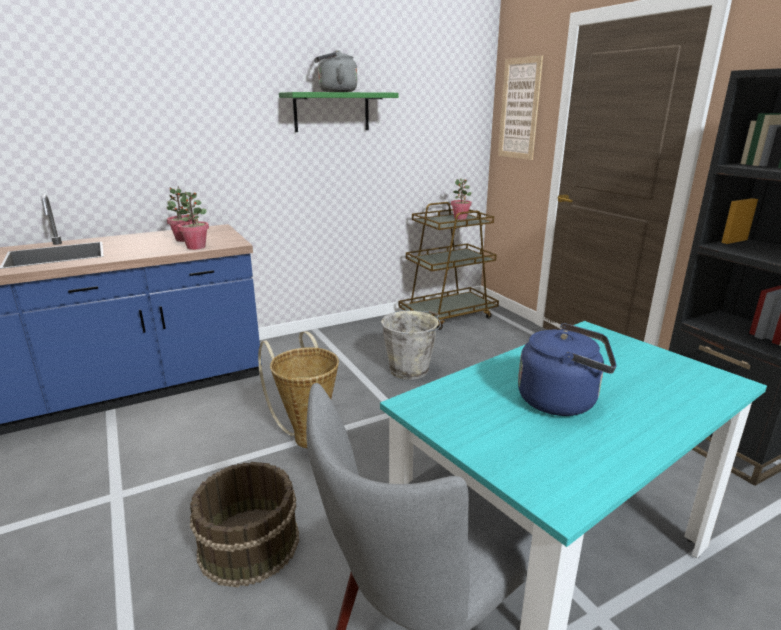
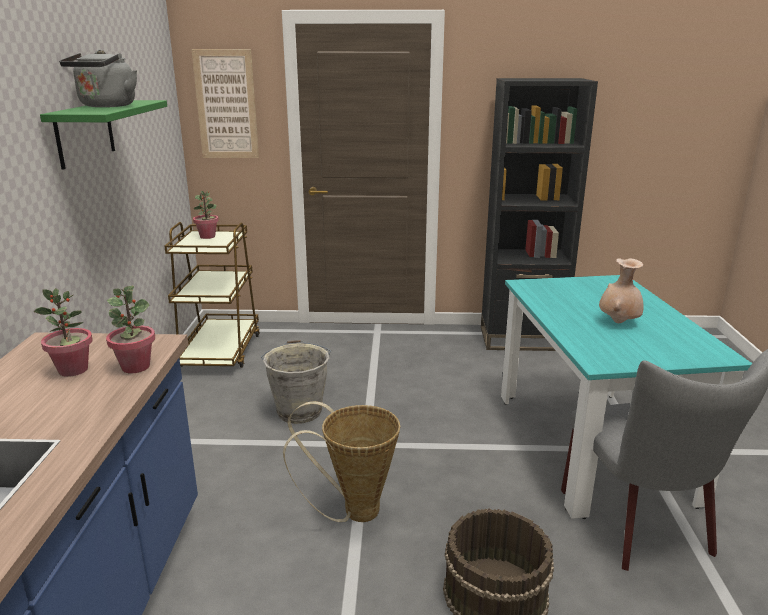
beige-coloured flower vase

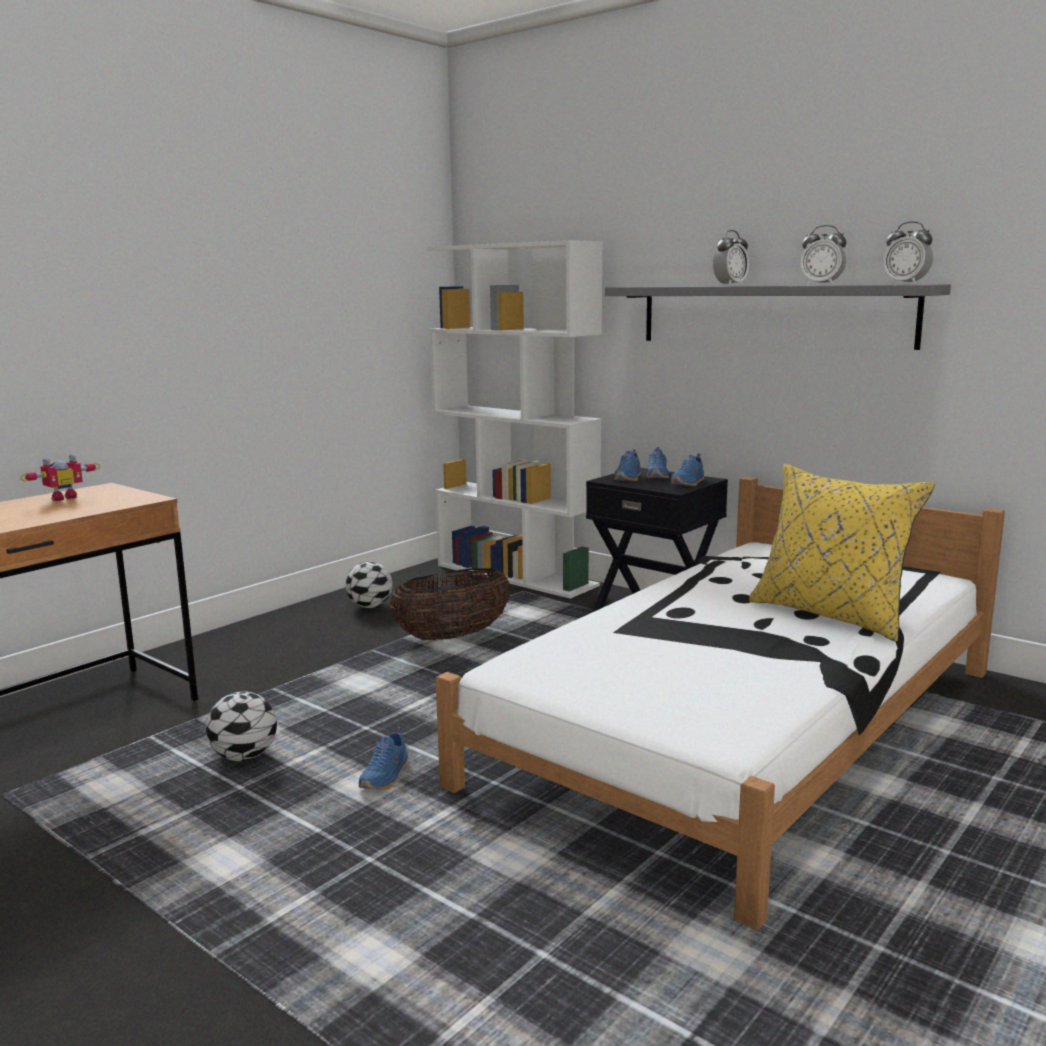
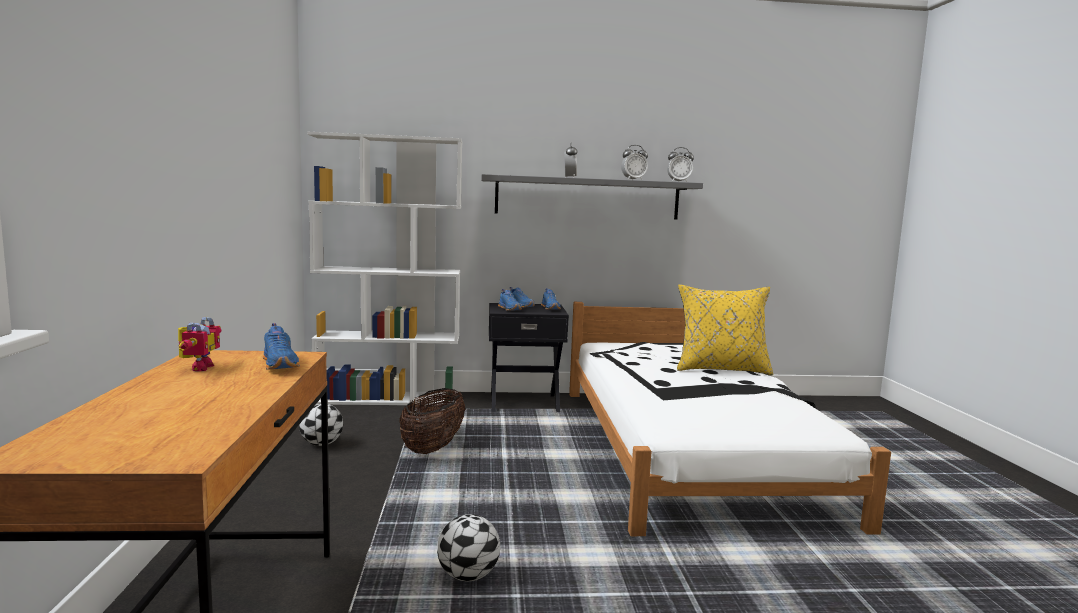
blue item of footwear (1st from left)

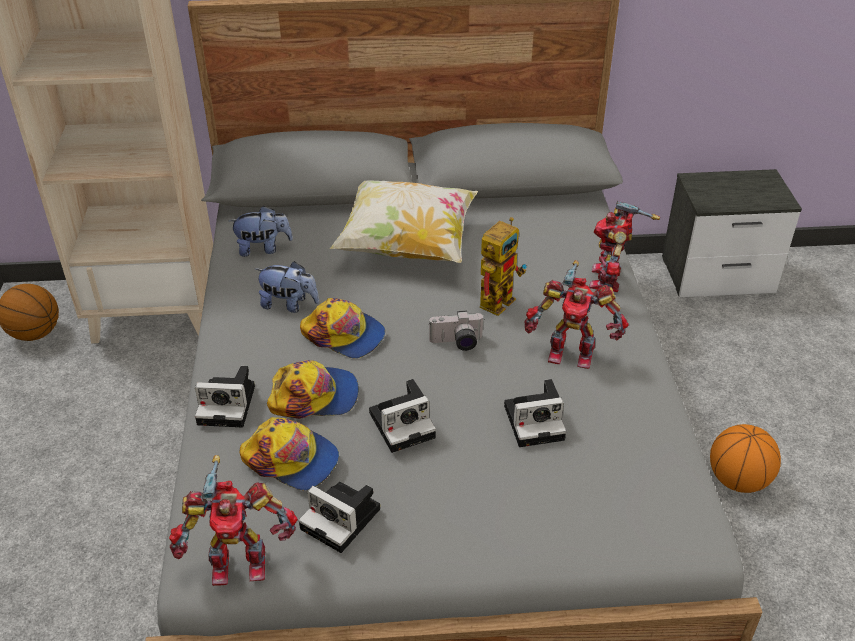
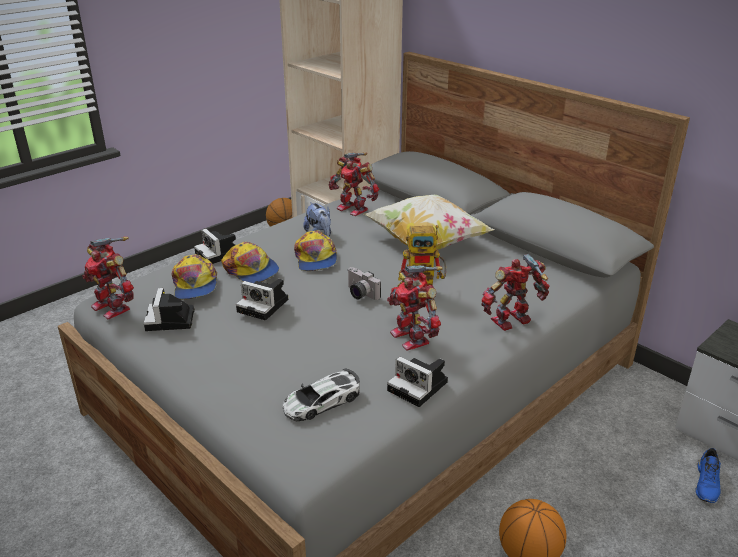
model robot (2nd from left); still camera (5th from left); model car; blue item of footwear

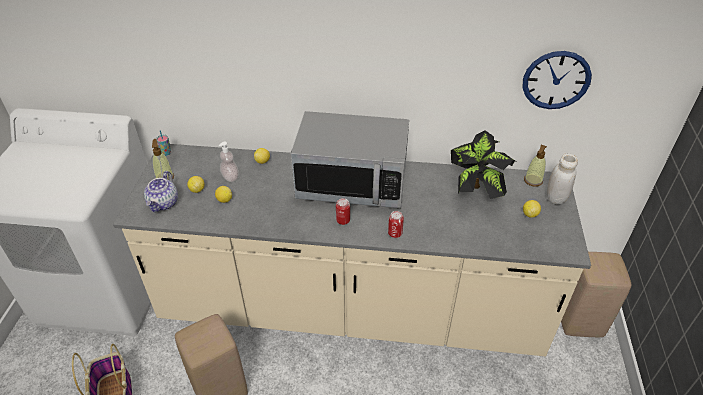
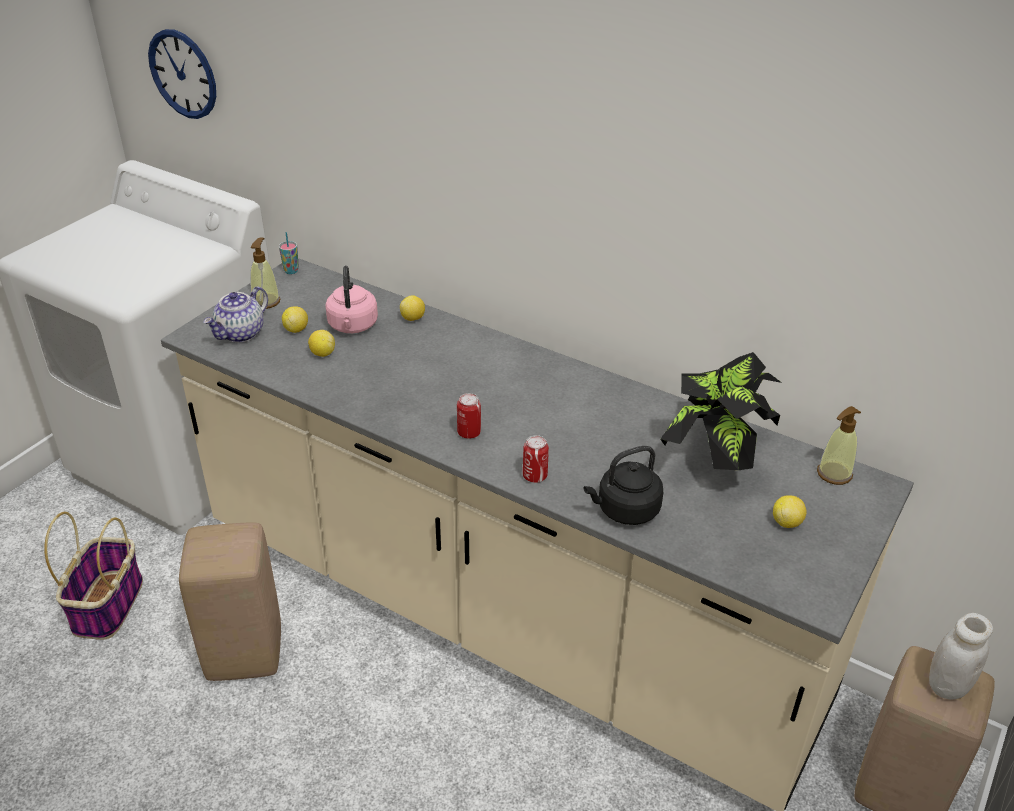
pinkish kettle; microwave oven; hanging clock; white-coloured preserve jar; blackish kettle

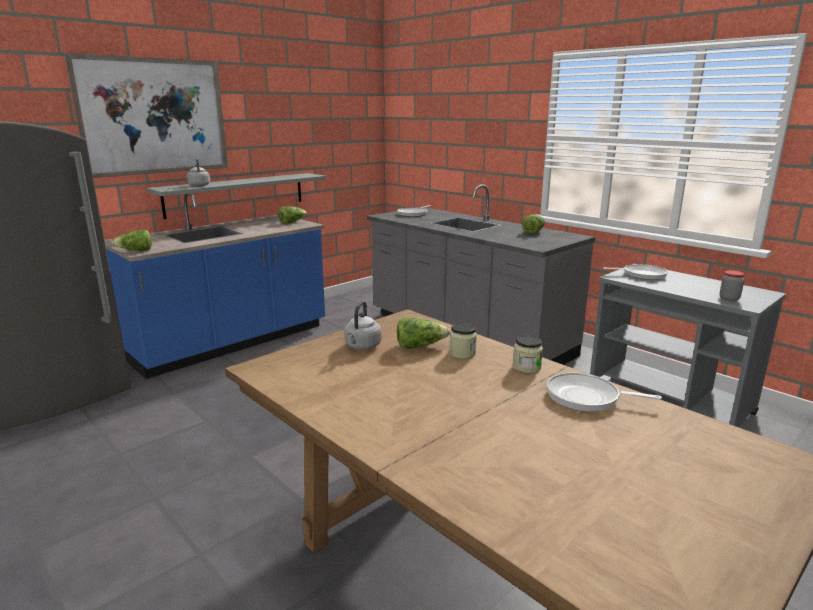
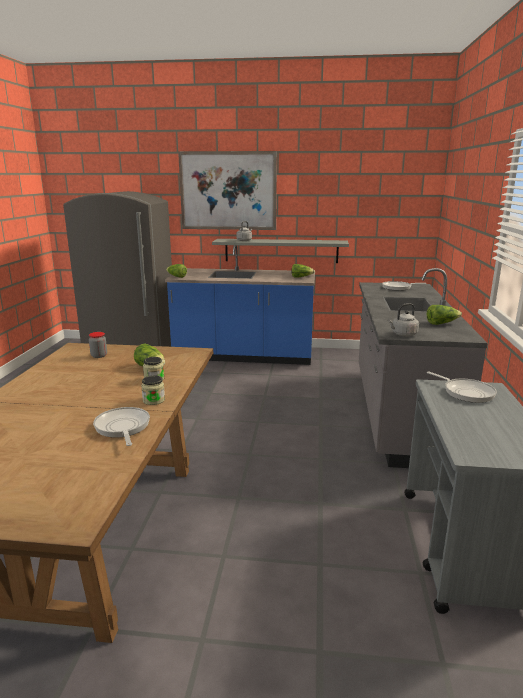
greyish kettle (2nd from left); preserve jar (1st from left)

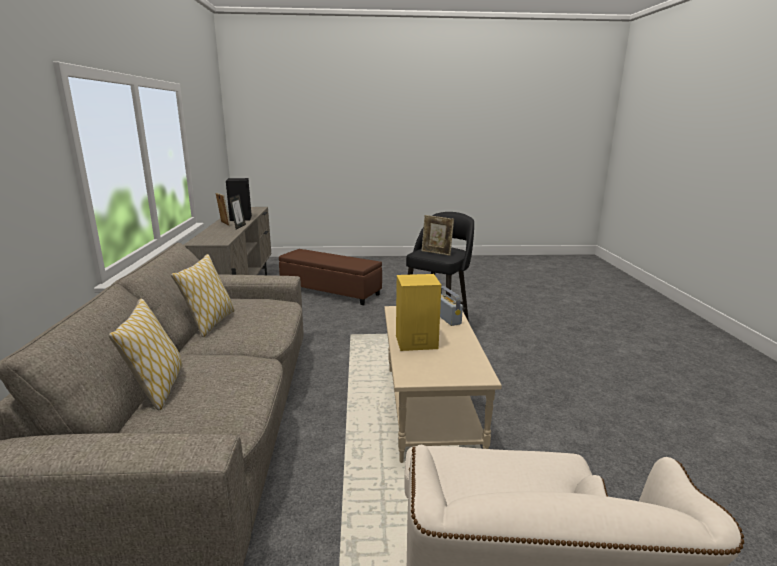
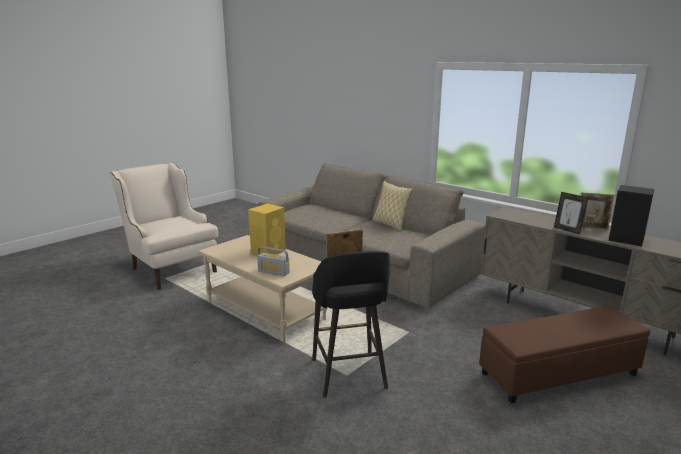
cushion (1st from left in the first image)

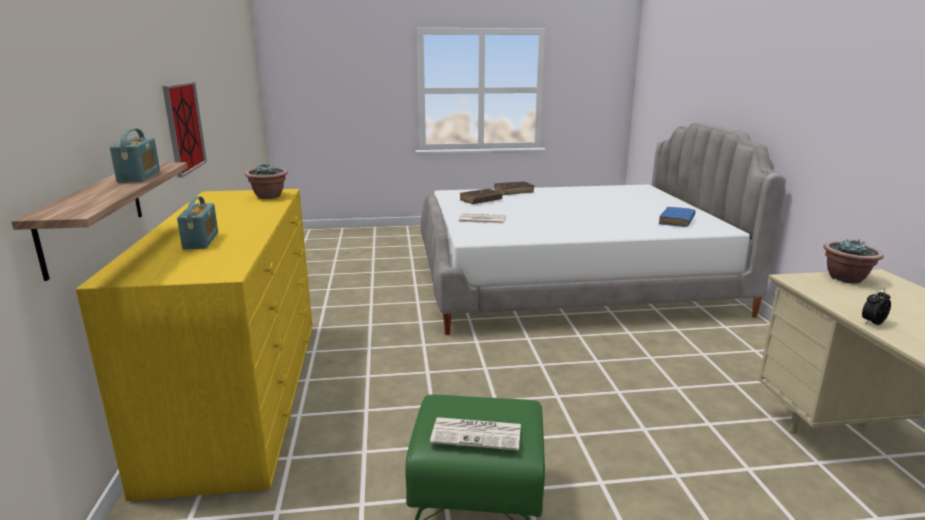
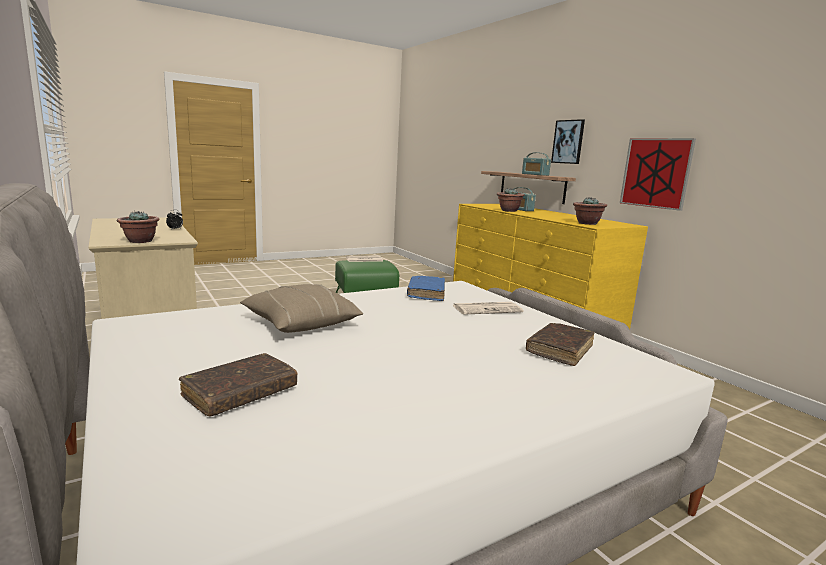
brown-coloured volume (1st from left); blue volume; beige-coloured cushion; houseplant (2nd from left); wall picture (1st from left)

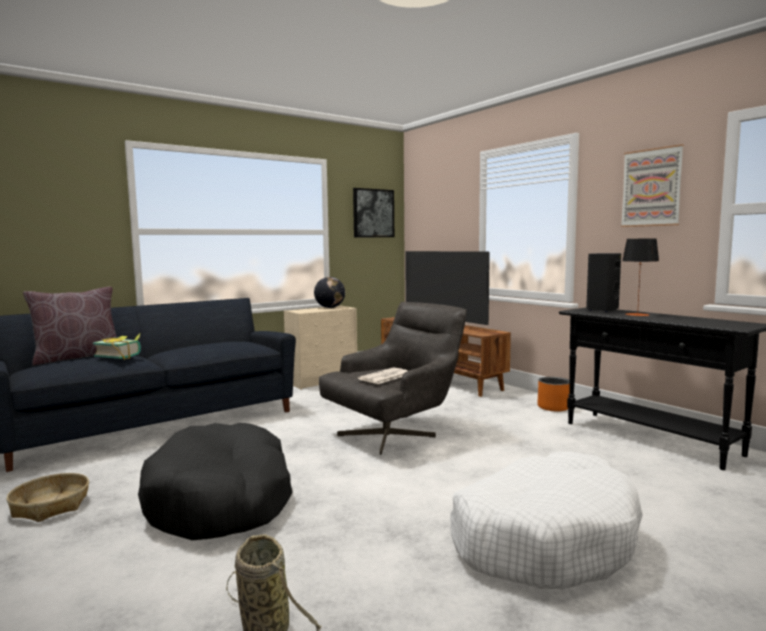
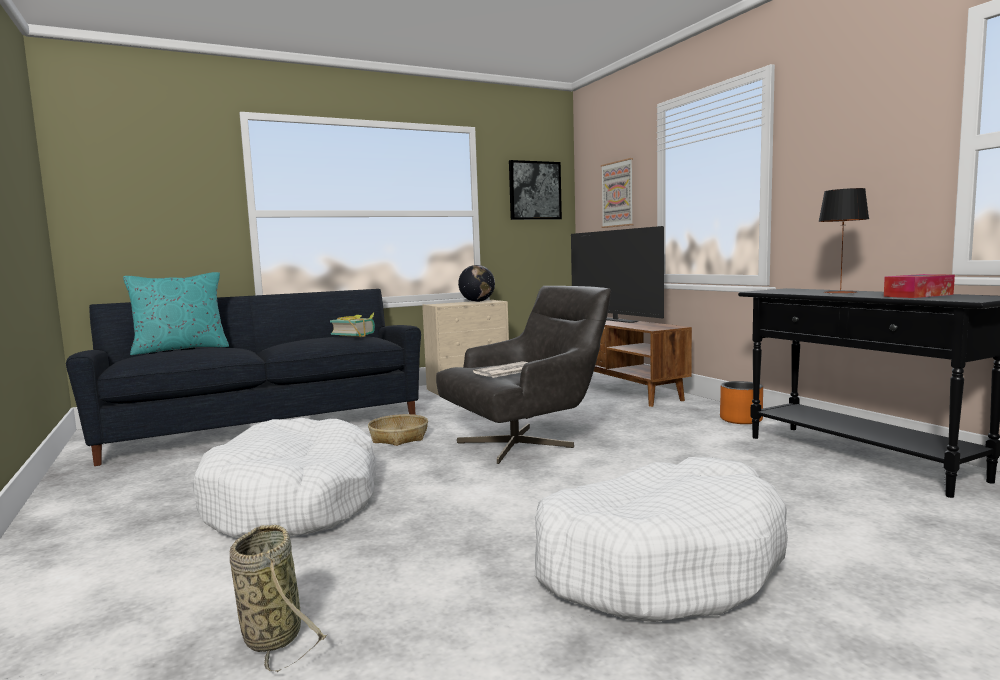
household basket (2nd from left); turquoise-coloured cushion; volume; white-coloured dog cushion (1st from left); blackish audio speaker; wall picture (2nd from left); tissue holder

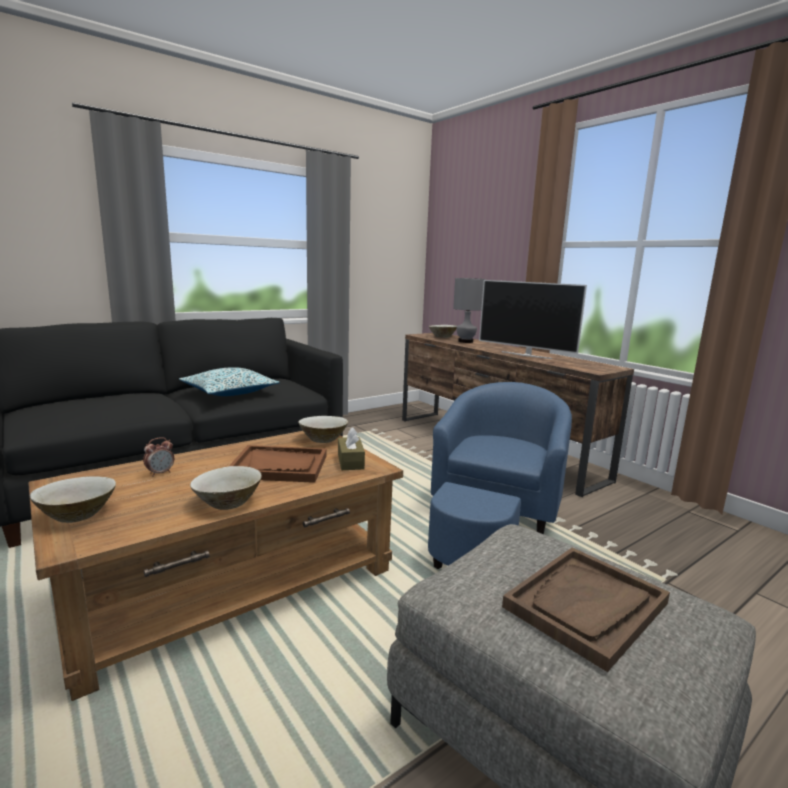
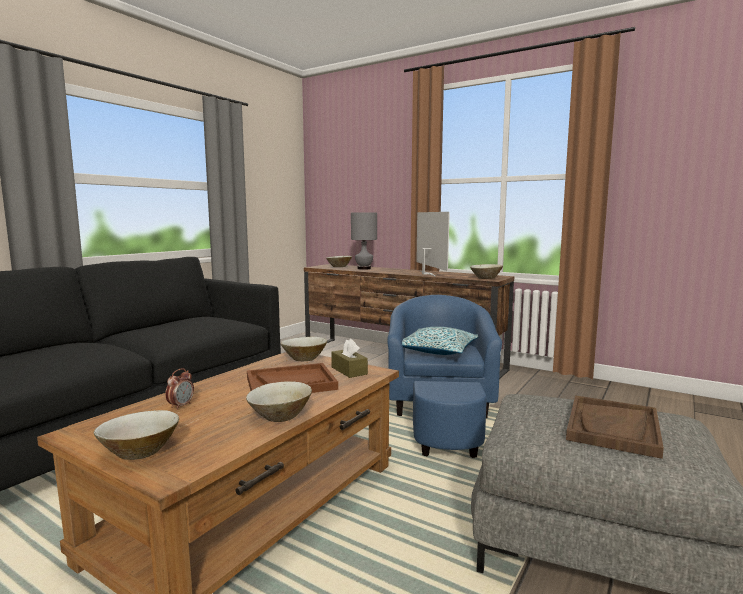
cushion; TV; beige-coloured bowl (5th from left)

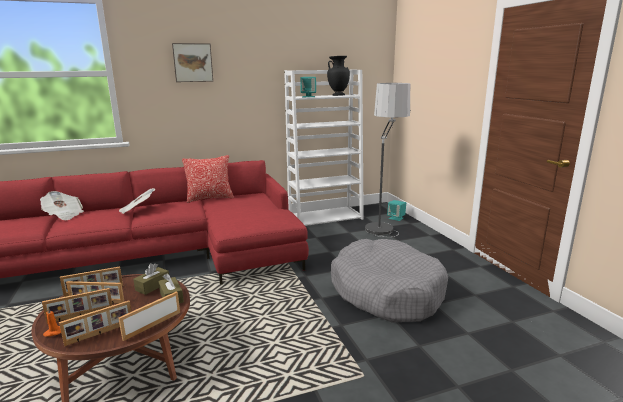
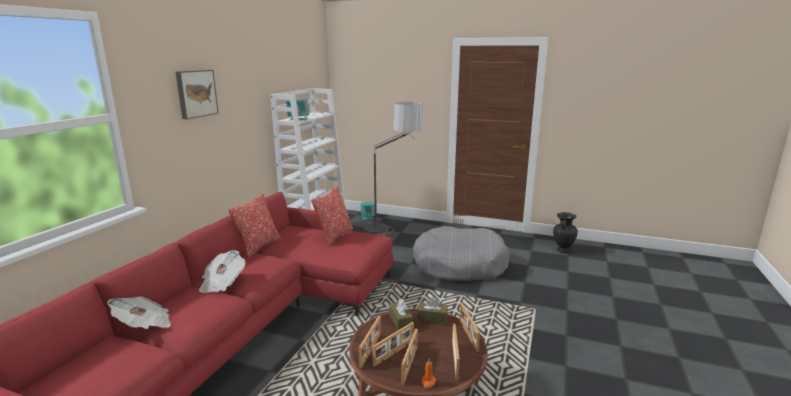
blackish flower vase; cushion (2nd from left)

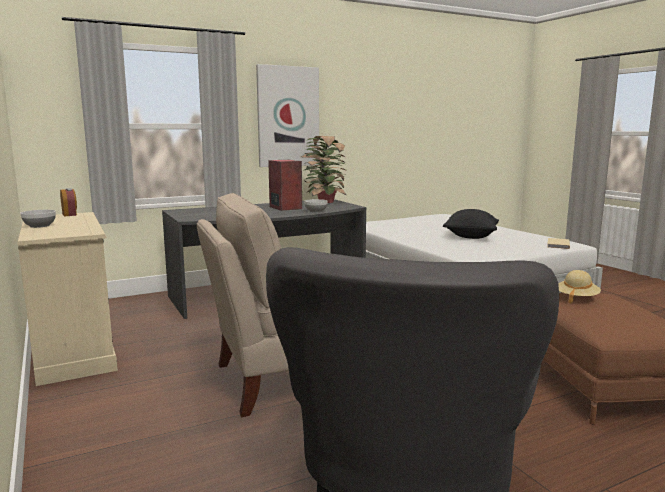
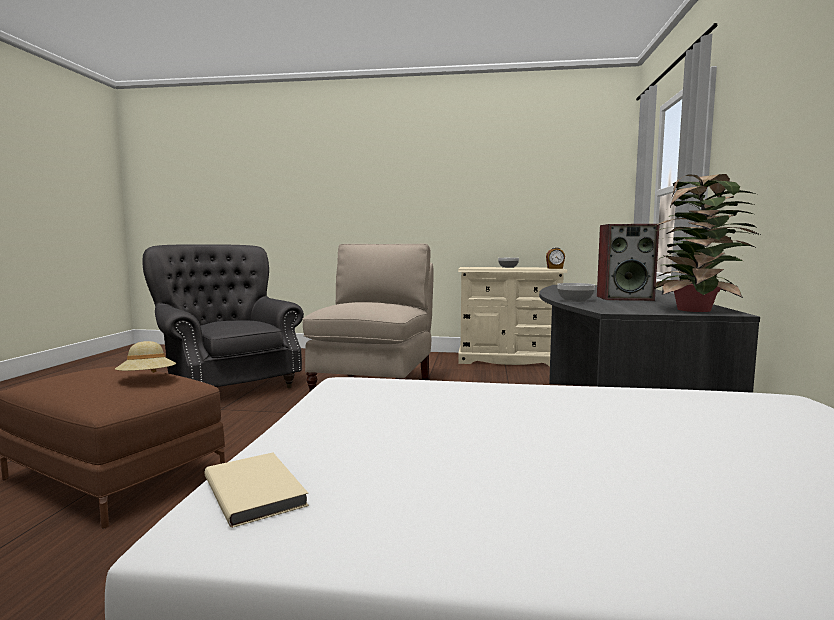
wall picture; blackish cushion

